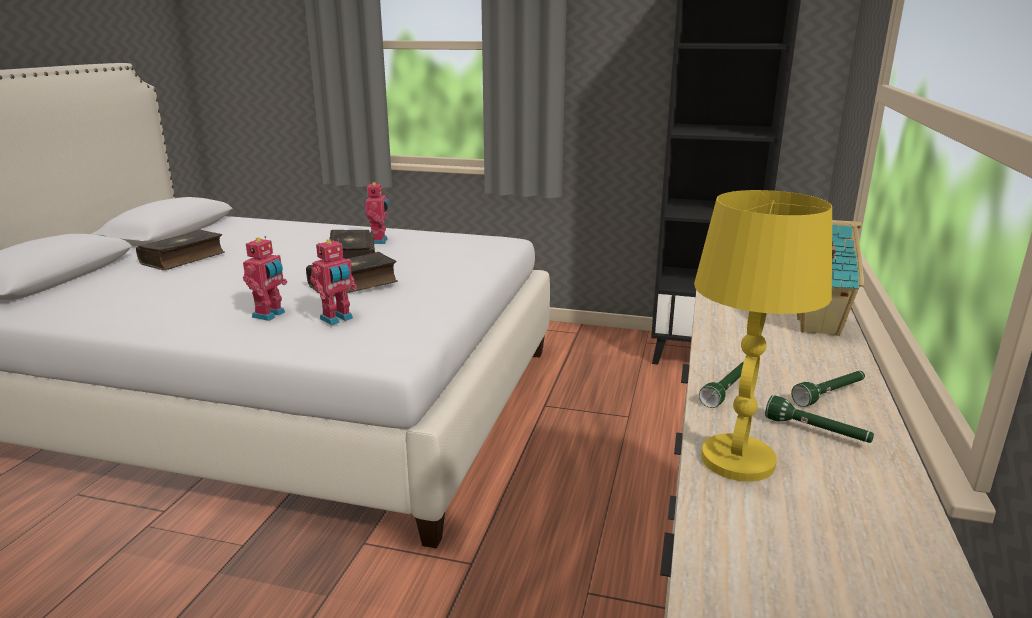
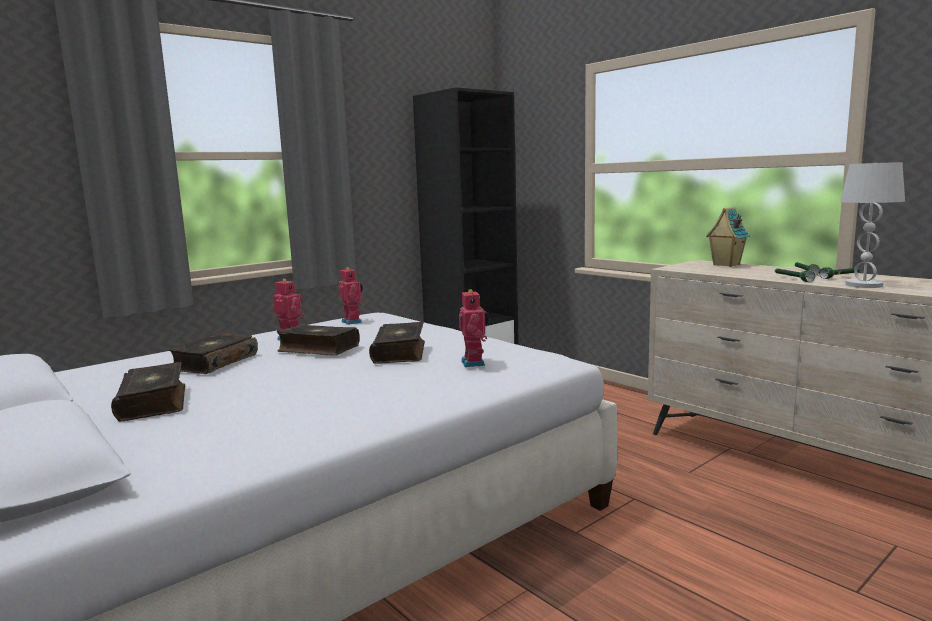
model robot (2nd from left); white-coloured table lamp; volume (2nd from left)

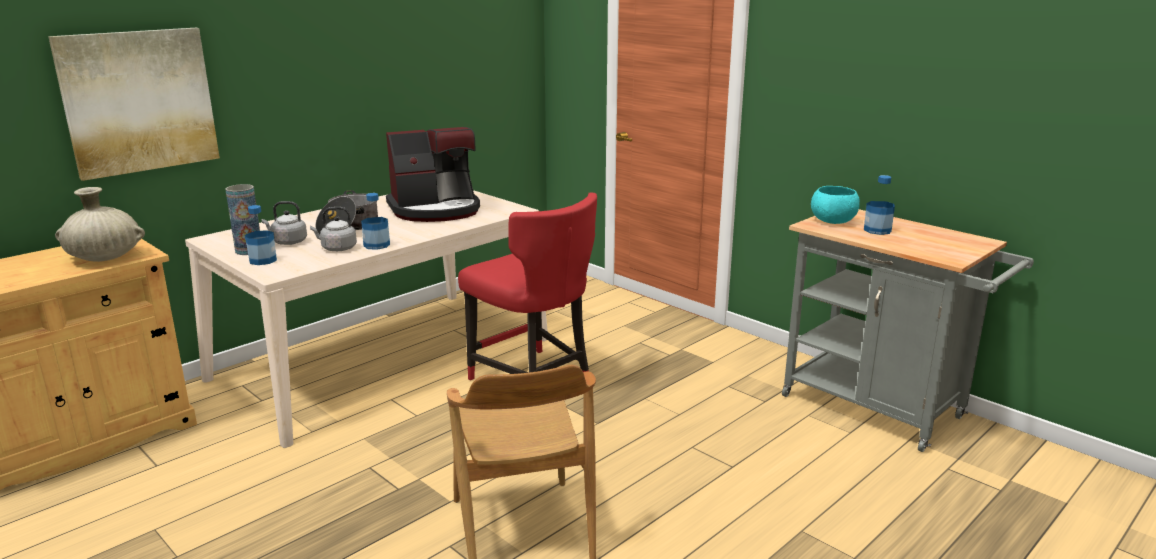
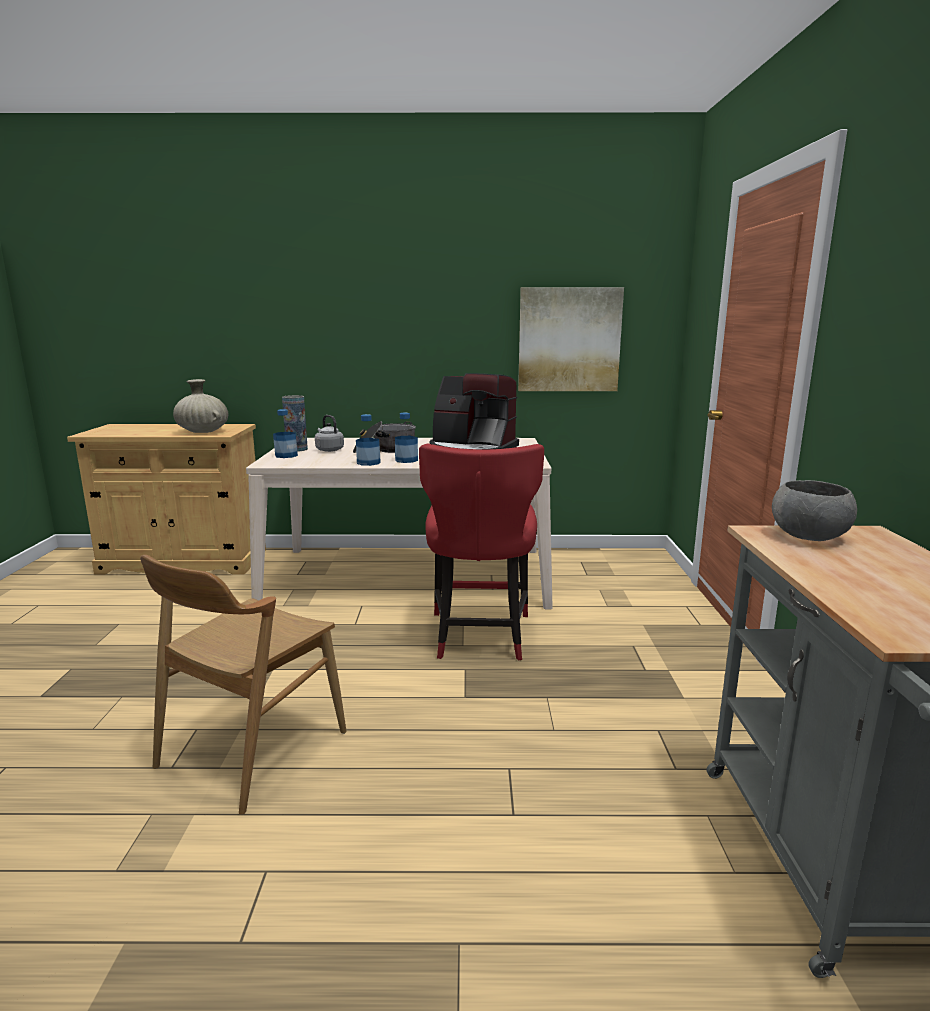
wall picture; greyish kettle (2nd from left in the first image); greyish bowl; bottle (3rd from left)

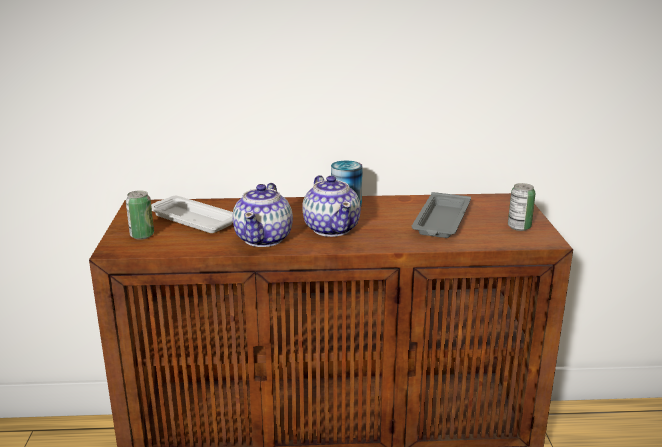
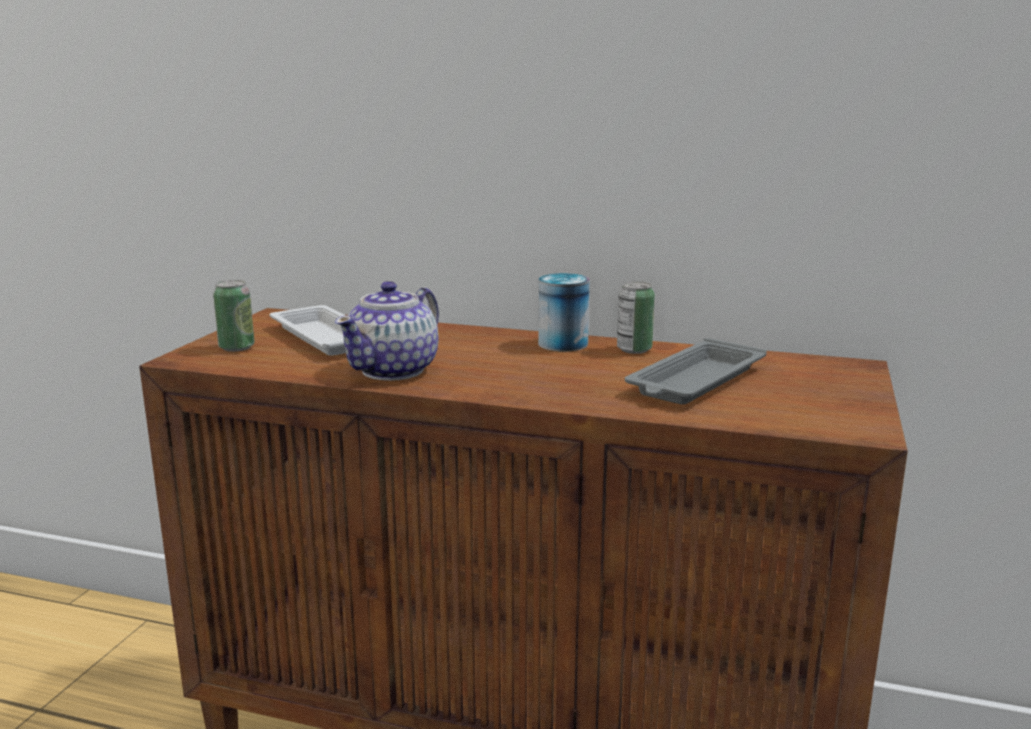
pot for tea (2nd from left in the first image); sealed can (3rd from left)

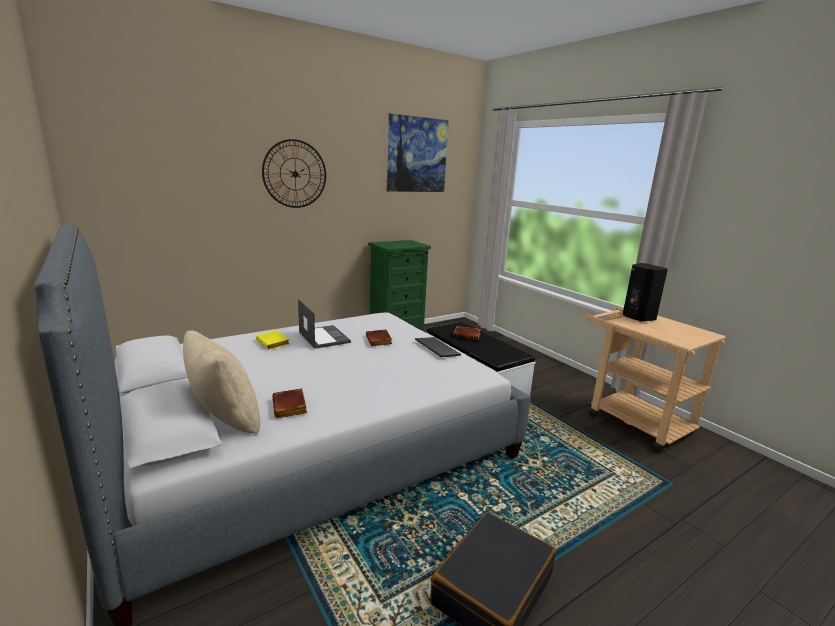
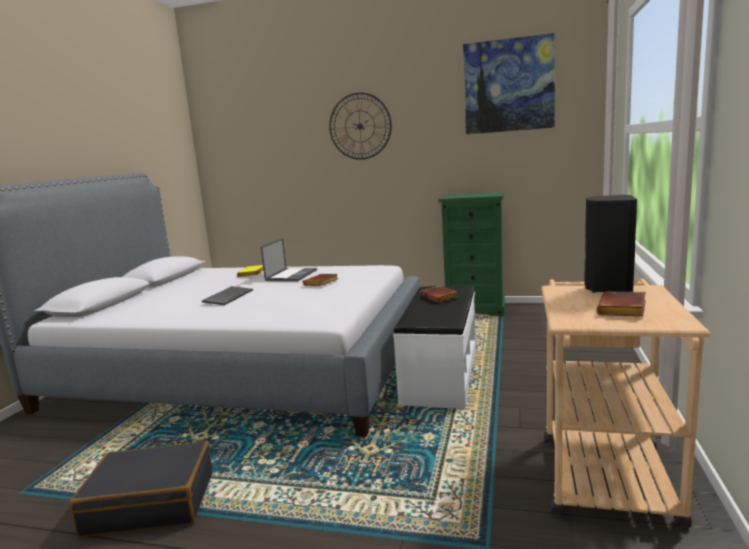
beige-coloured cushion; brown-coloured volume (3rd from left); computer keyboard

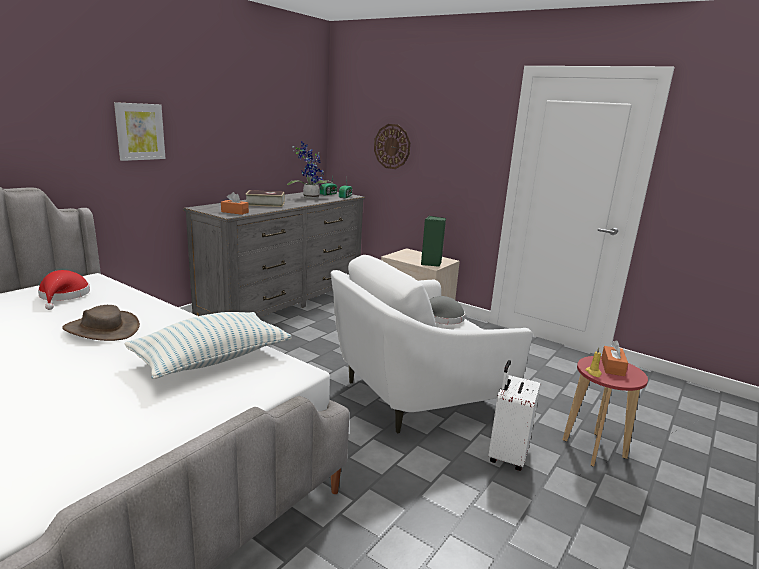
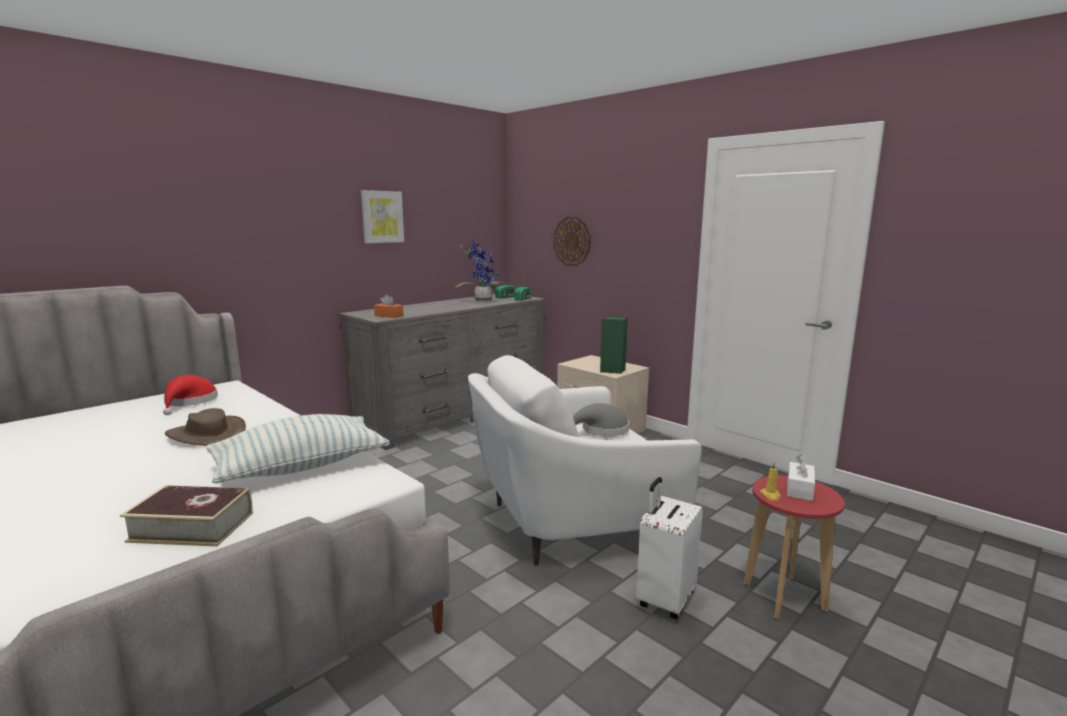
wall picture; volume; white-coloured tissue holder

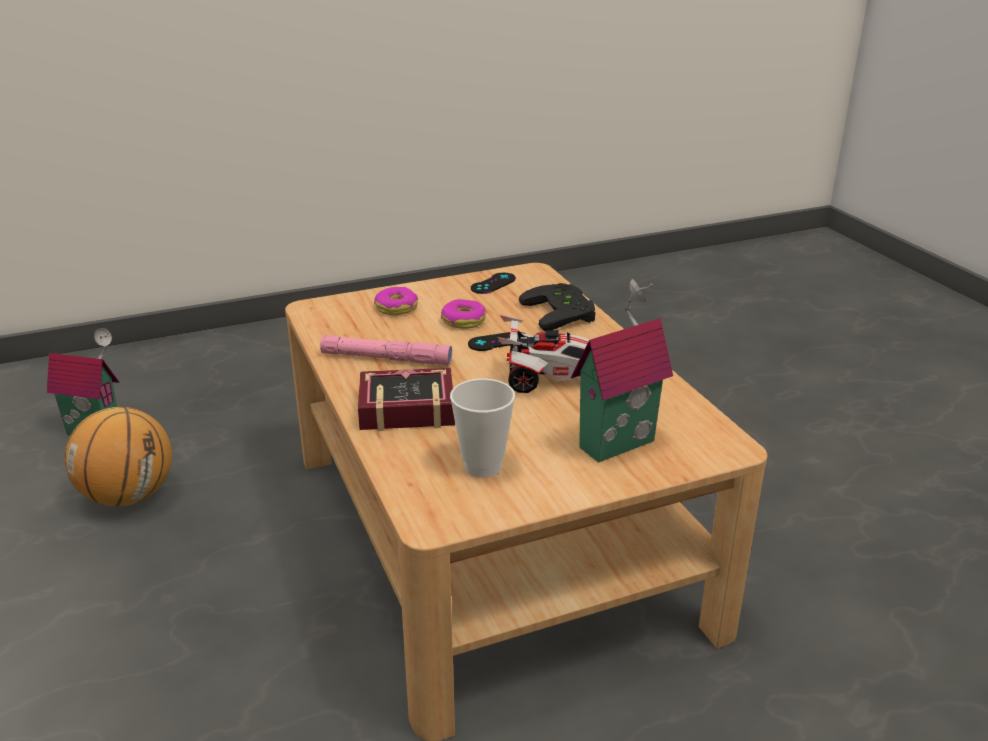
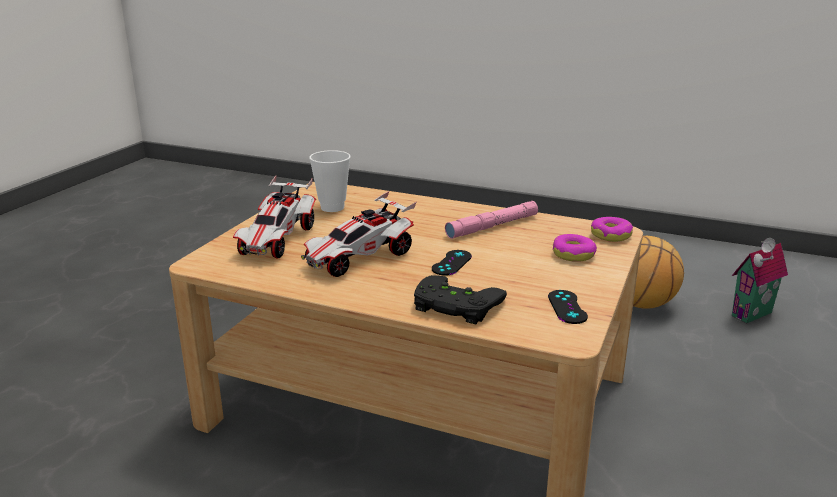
volume; doughnut (2nd from left); model car (1st from left)

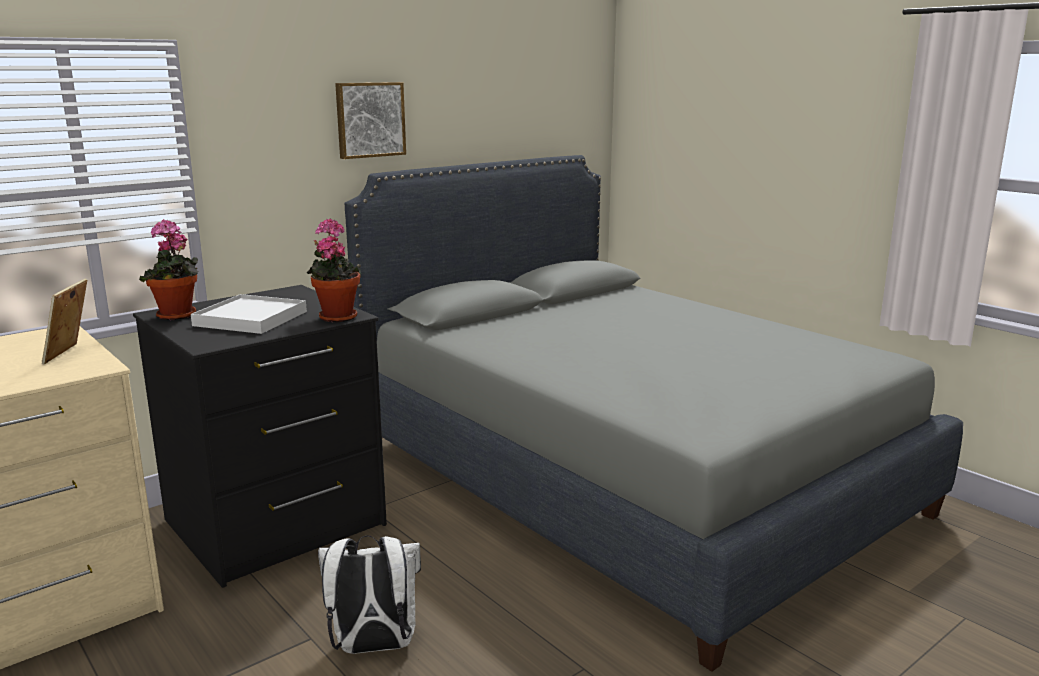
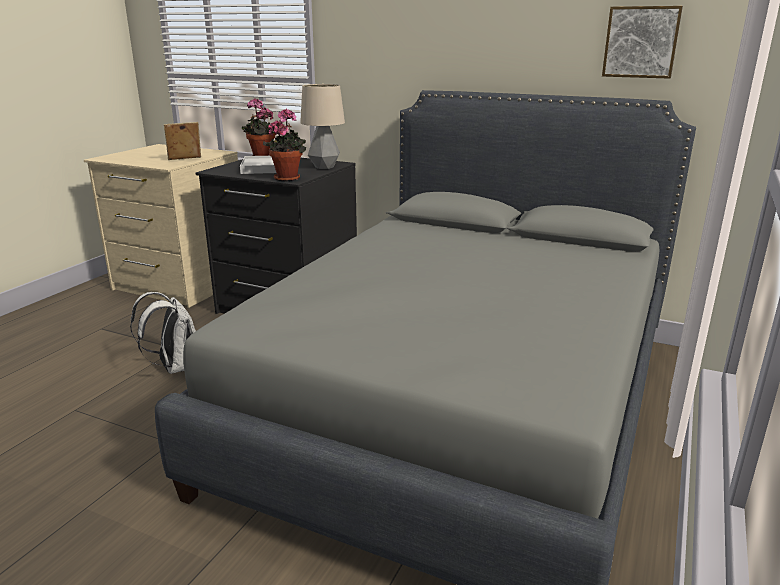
wall picture; table lamp

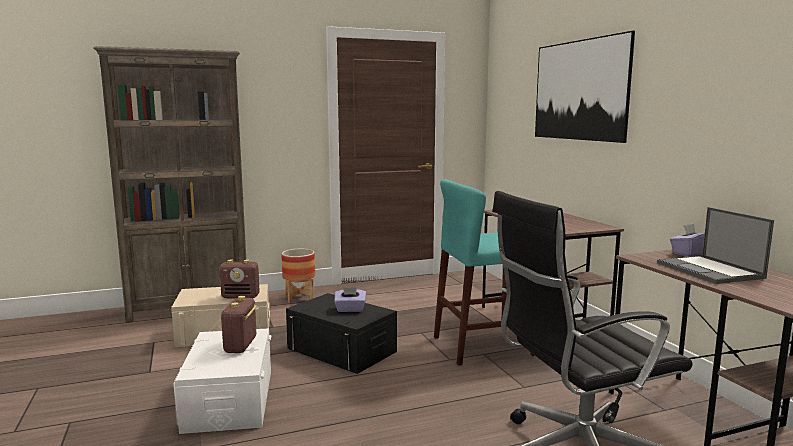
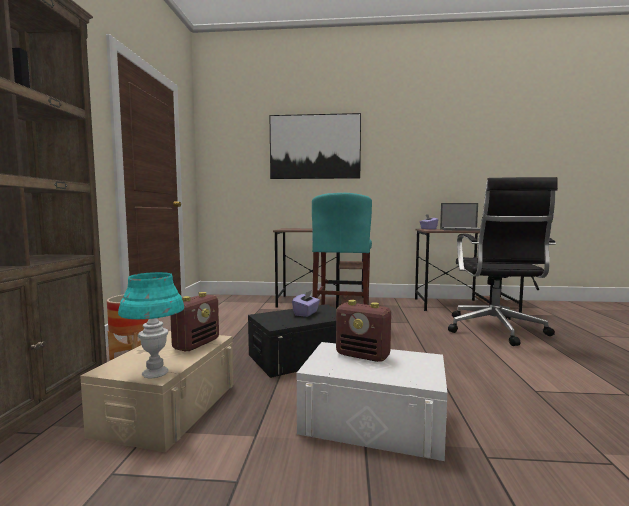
turquoise-coloured table lamp

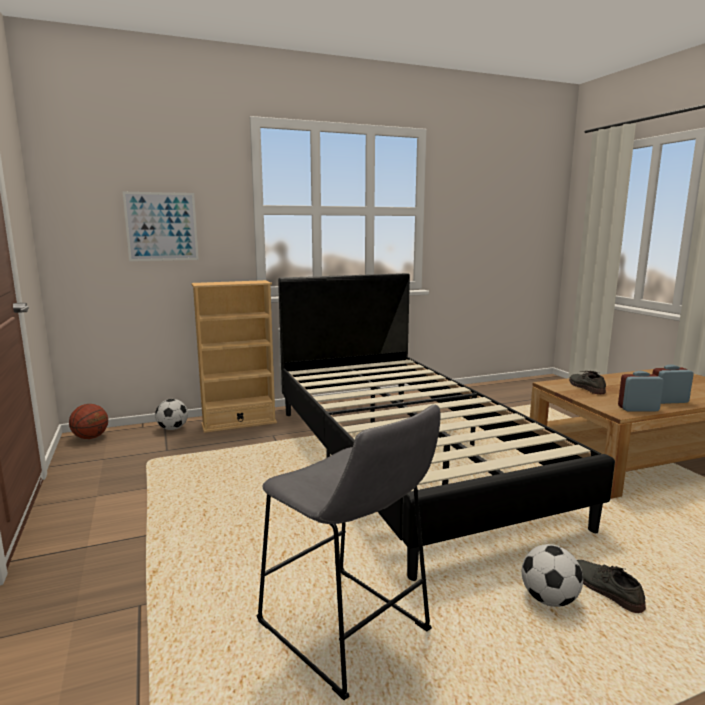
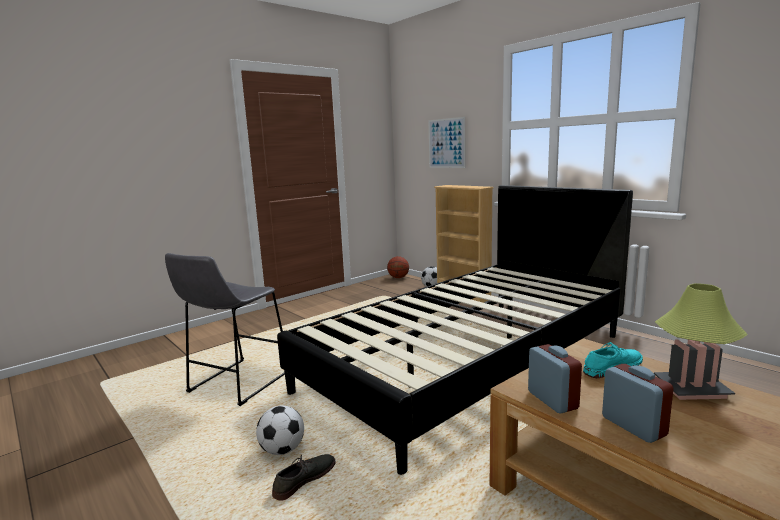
turquoise-coloured item of footwear; table lamp

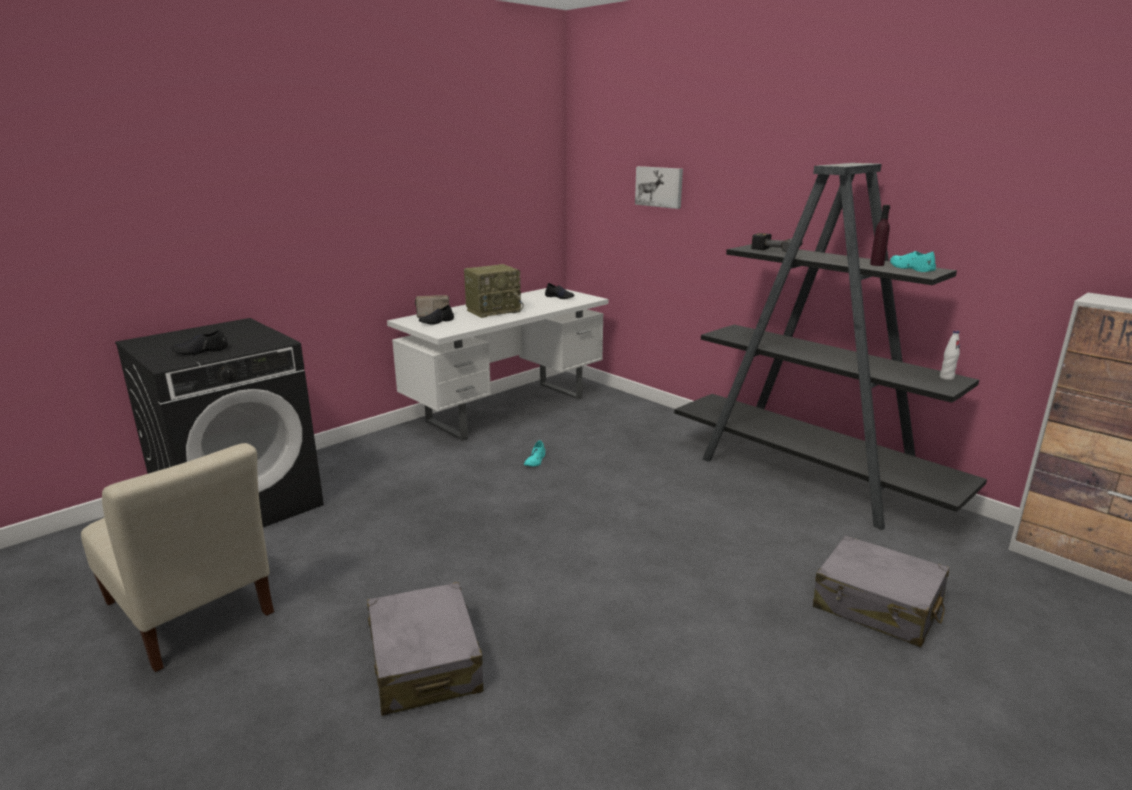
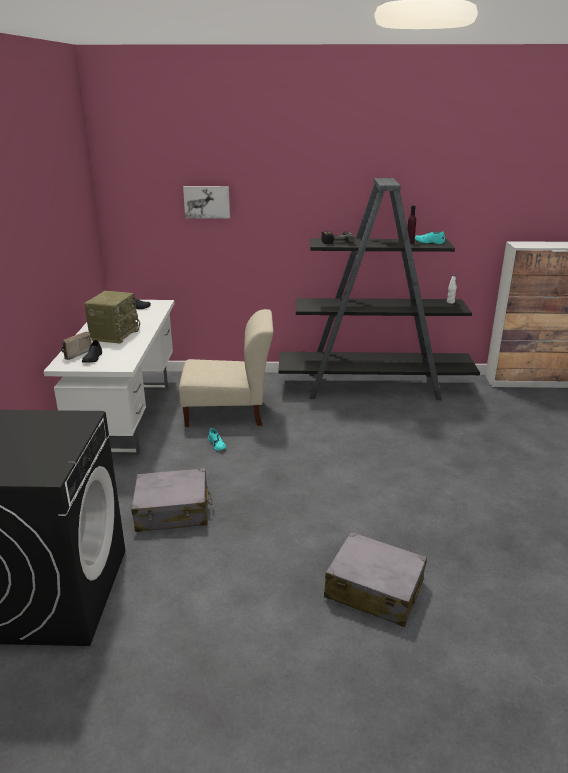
beige-coloured plain chair; blackish item of footwear (1st from left in the first image); greyish travel case (1st from left)

